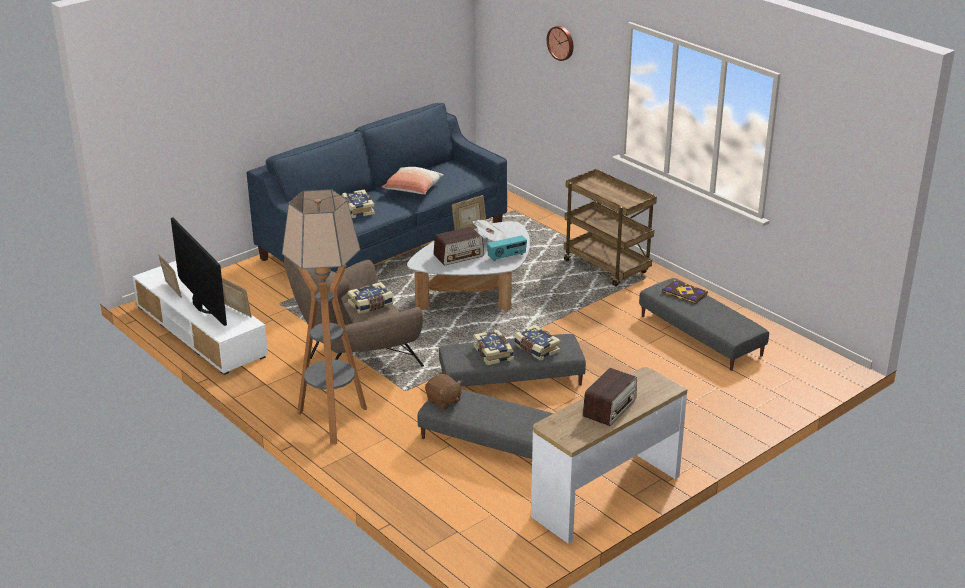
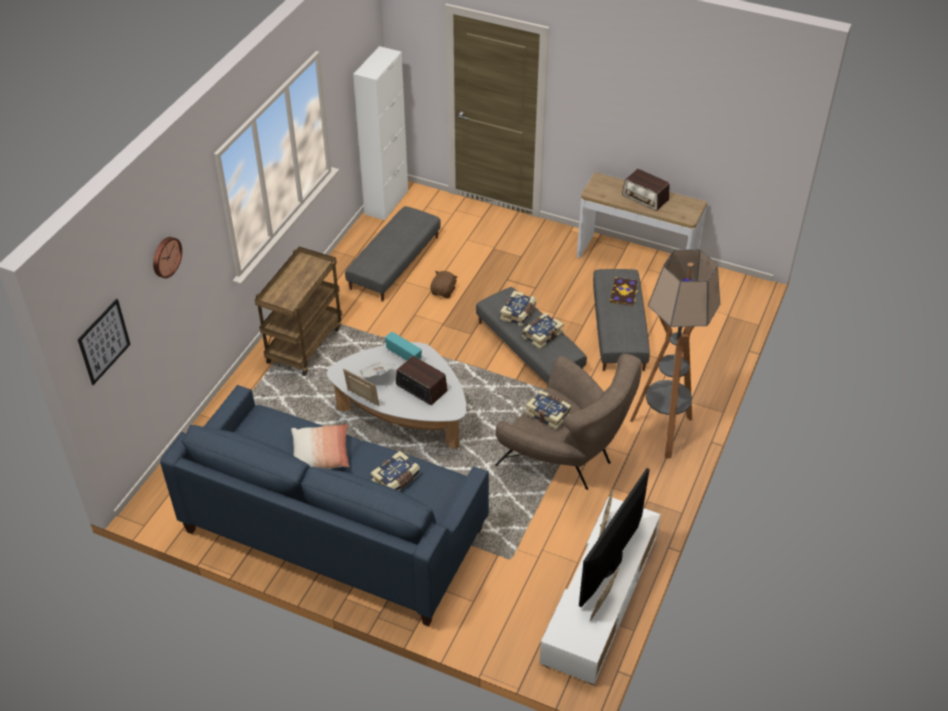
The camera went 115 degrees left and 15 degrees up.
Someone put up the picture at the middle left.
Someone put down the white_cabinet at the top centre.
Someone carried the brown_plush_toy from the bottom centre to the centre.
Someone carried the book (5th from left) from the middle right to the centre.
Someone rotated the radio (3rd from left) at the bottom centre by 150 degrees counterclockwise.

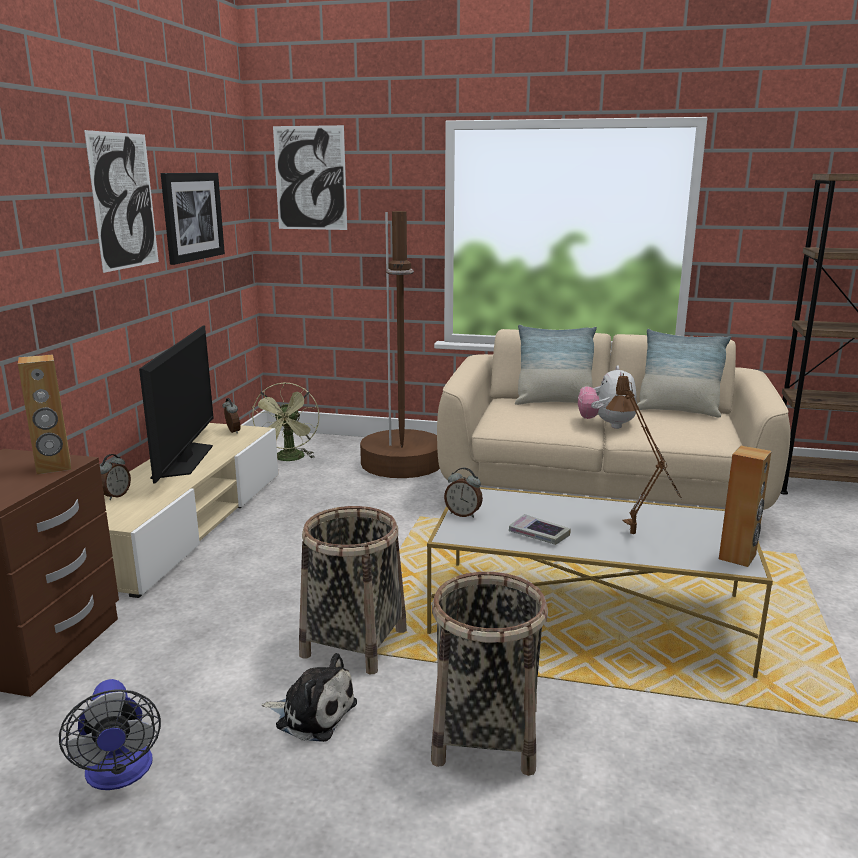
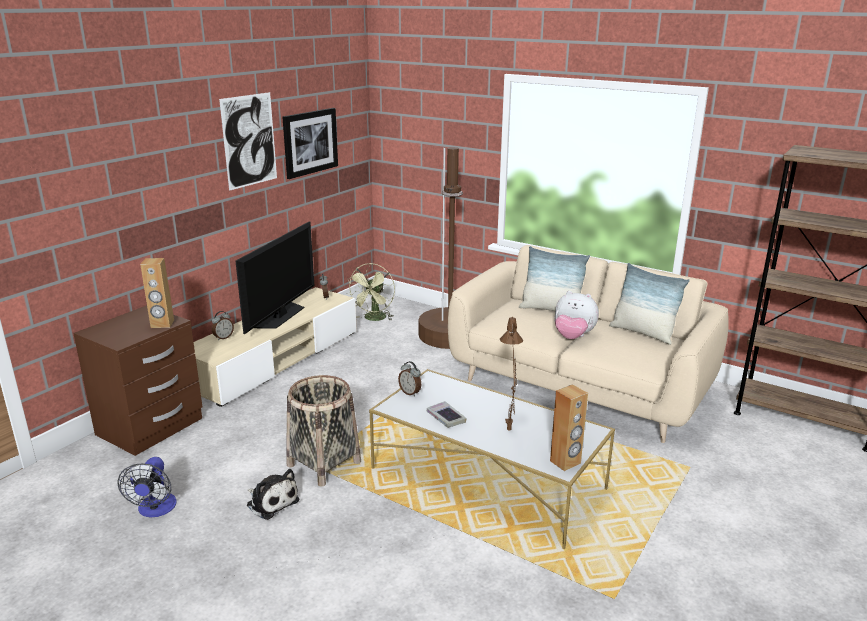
The camera went 20 degrees right and 5 degrees up.
Someone took away the picture (3rd from left) at the top centre.
Someone took away the basket (2nd from left) at the bottom centre.
Someone rotated the plush_toy (2nd from left) at the middle right by 90 degrees counterclockwise.

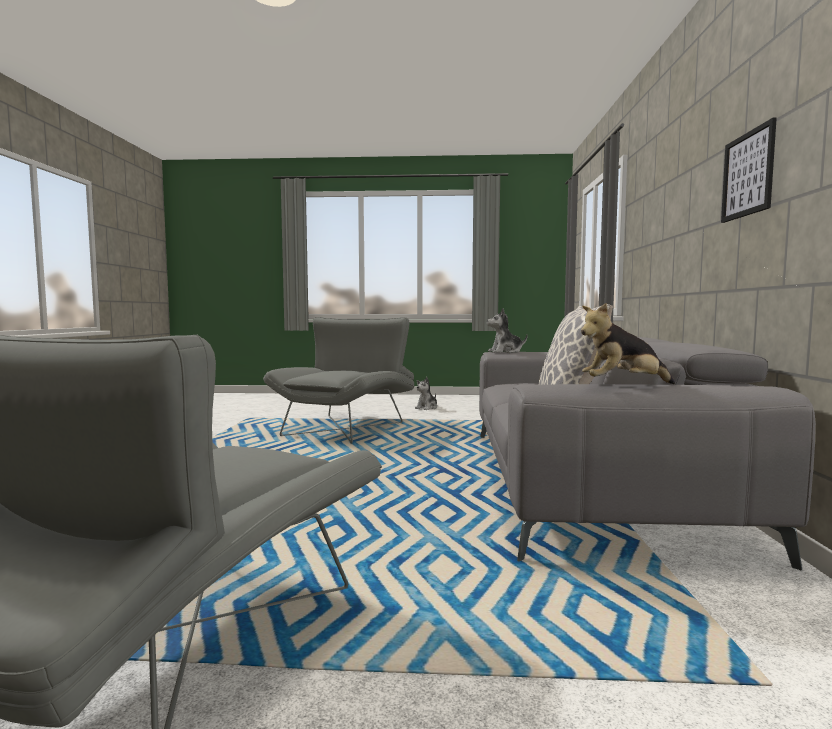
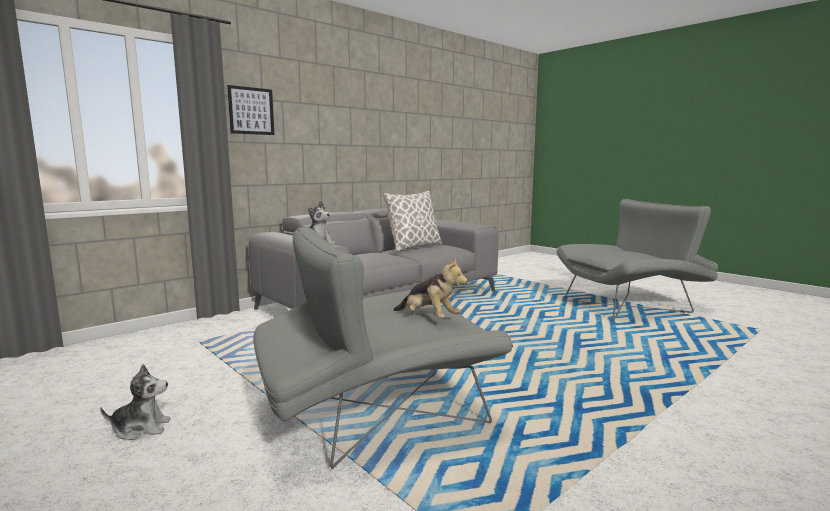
The camera went 135 degrees left and 5 degrees up.
Someone carried the plush_toy (3rd from left) from the middle right to the centre.
Someone carried the picture from the top right to the top left.

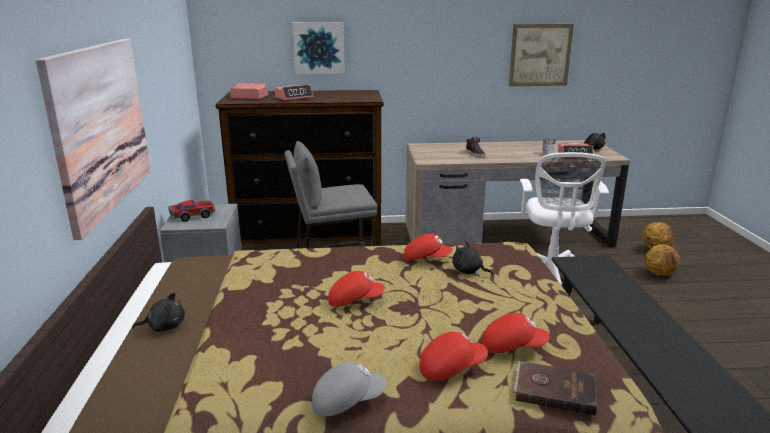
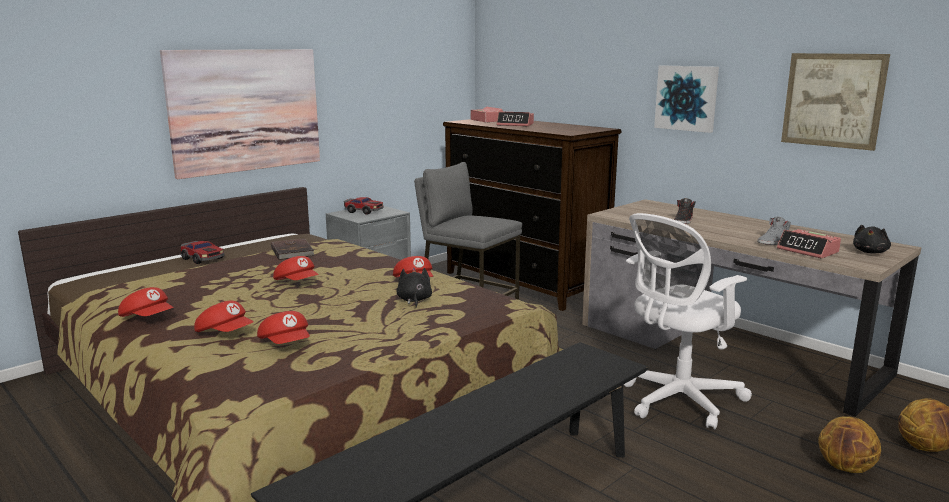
The camera went 50 degrees right and 5 degrees down.
Someone carried the picture (2nd from left) from the top centre to the top right.
Someone carried the brown_book from the bottom right to the middle left.
Someone swapped the black_plush_toy (1st from left) at the bottom left for the toy_car (1st from left) at the middle left.
Someone repainted the grey_cap at the bottom centre, which became the red_cap (1st from left) at the middle left.

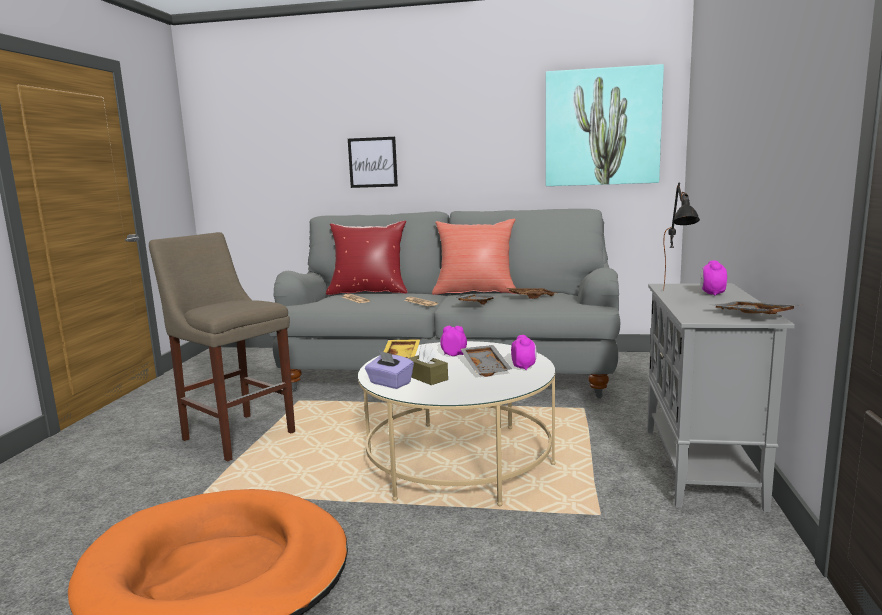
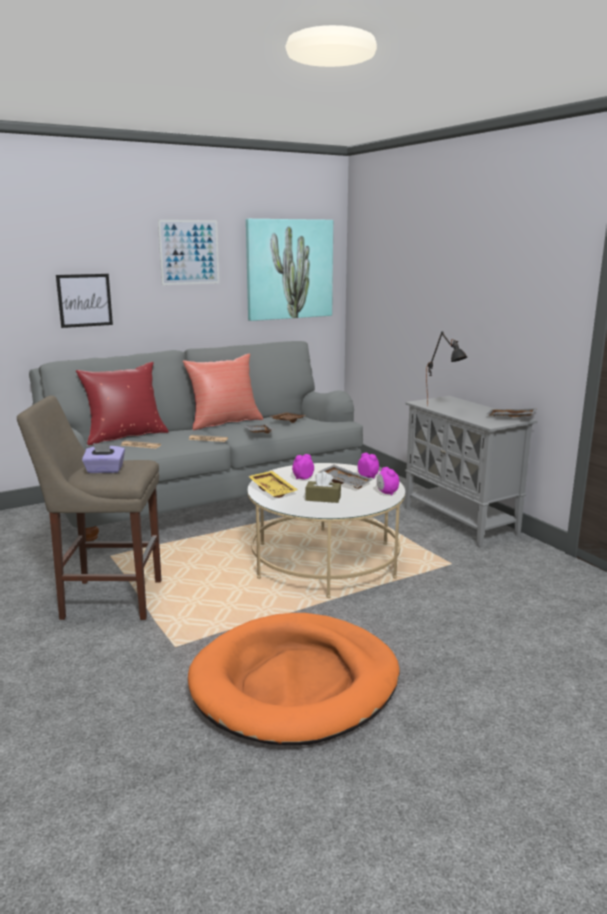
The camera went 40 degrees left and 5 degrees up.
Someone put up the picture (2nd from left) at the top left.
Someone carried the purple_tissue_box from the centre to the middle left.
Someone carried the alarm_clock (3rd from left) from the middle right to the centre.

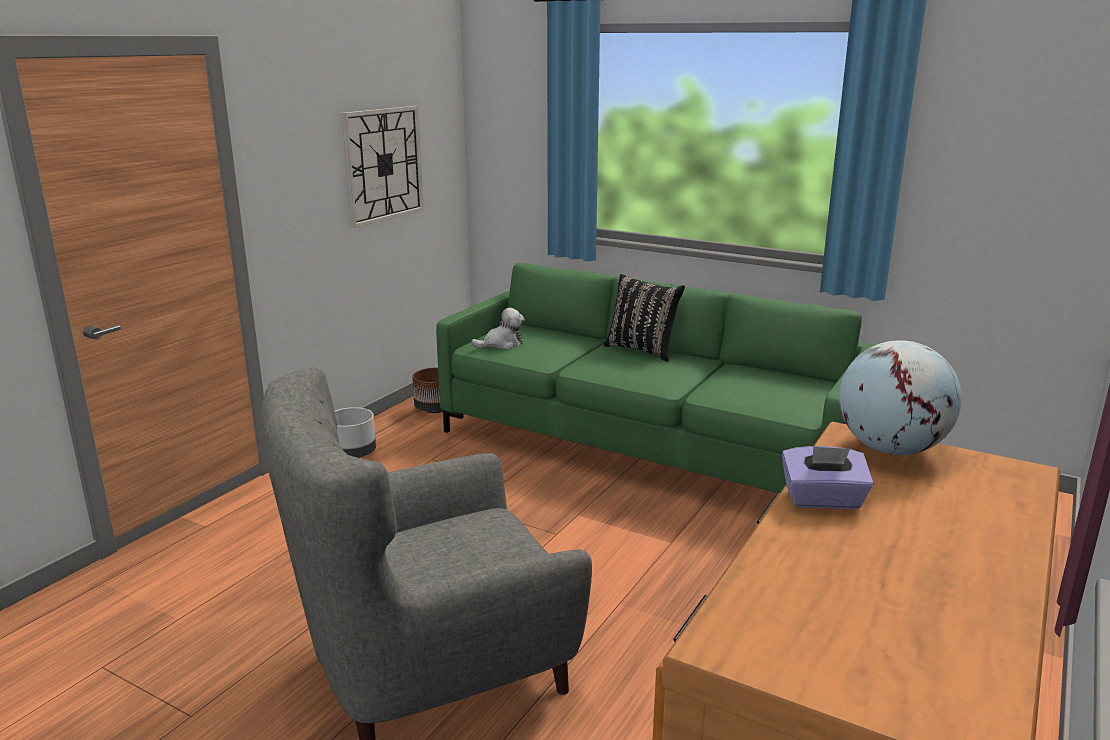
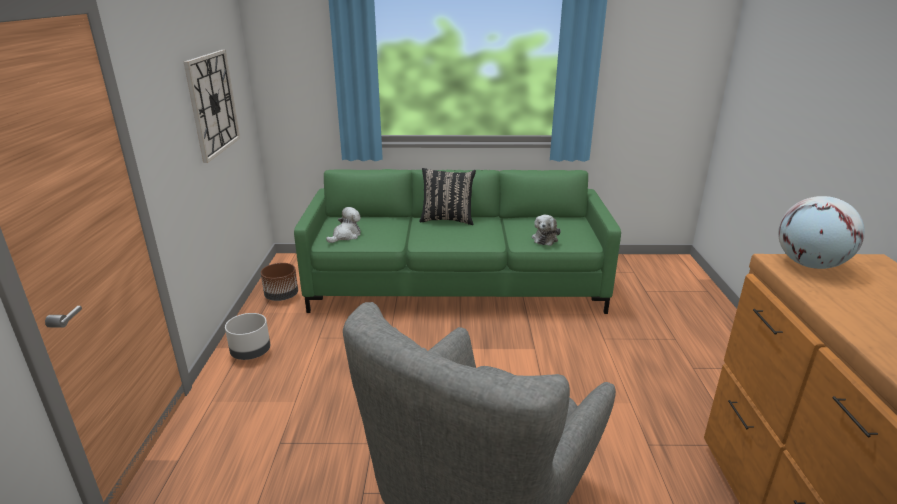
The camera went 30 degrees left and 5 degrees up.
Someone took away the purple_tissue_box at the middle right.
Someone put down the plush_toy (2nd from left) at the centre.

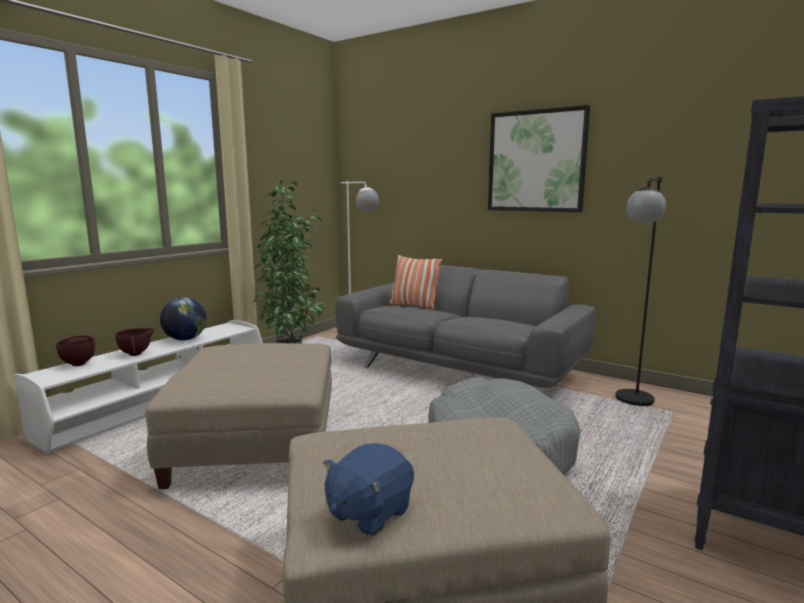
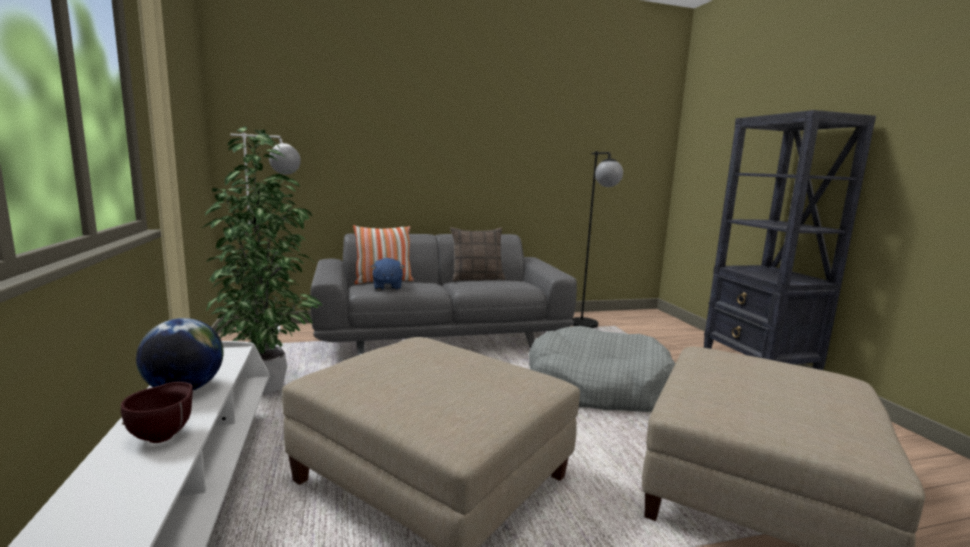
The camera went 50 degrees left and 0 degrees up.
Someone took away the brown_bowl (1st from left) at the middle left.
Someone took away the picture at the top right.
Someone put down the pillow (2nd from left) at the centre.
Someone carried the blue_plush_toy from the bottom centre to the centre.

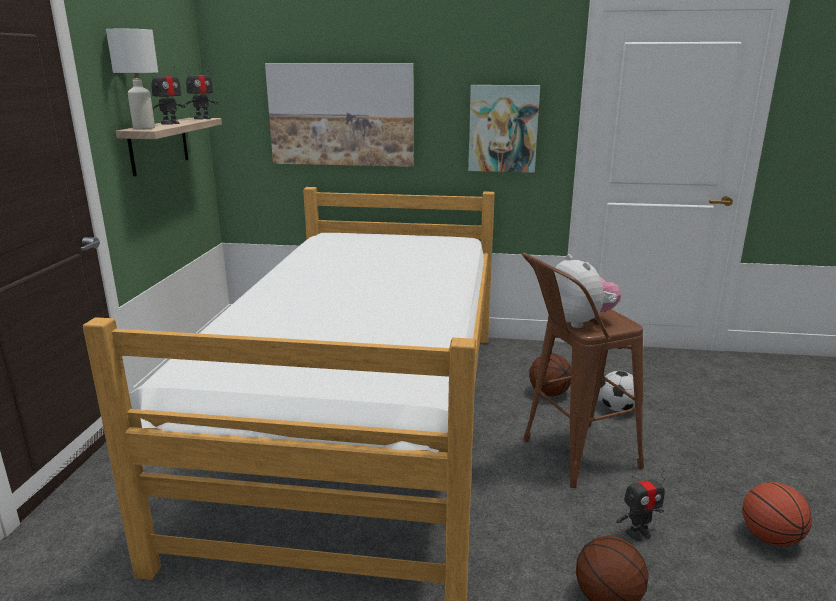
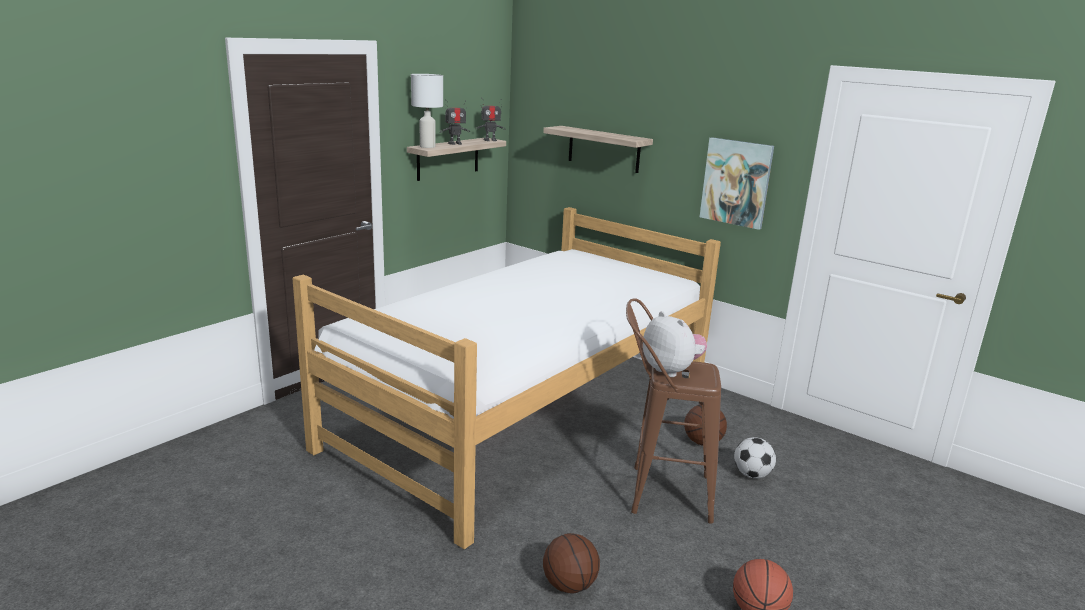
The camera went 30 degrees right and 0 degrees up.
Someone took away the toy_robot (3rd from left) at the bottom right.
Someone swapped the picture (1st from left) at the top centre for the shelf (2nd from left) at the top centre.
Someone rotated the plush_toy at the middle right by 45 degrees counterclockwise.

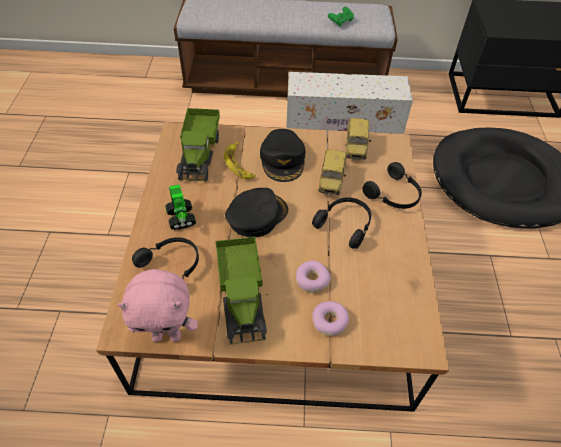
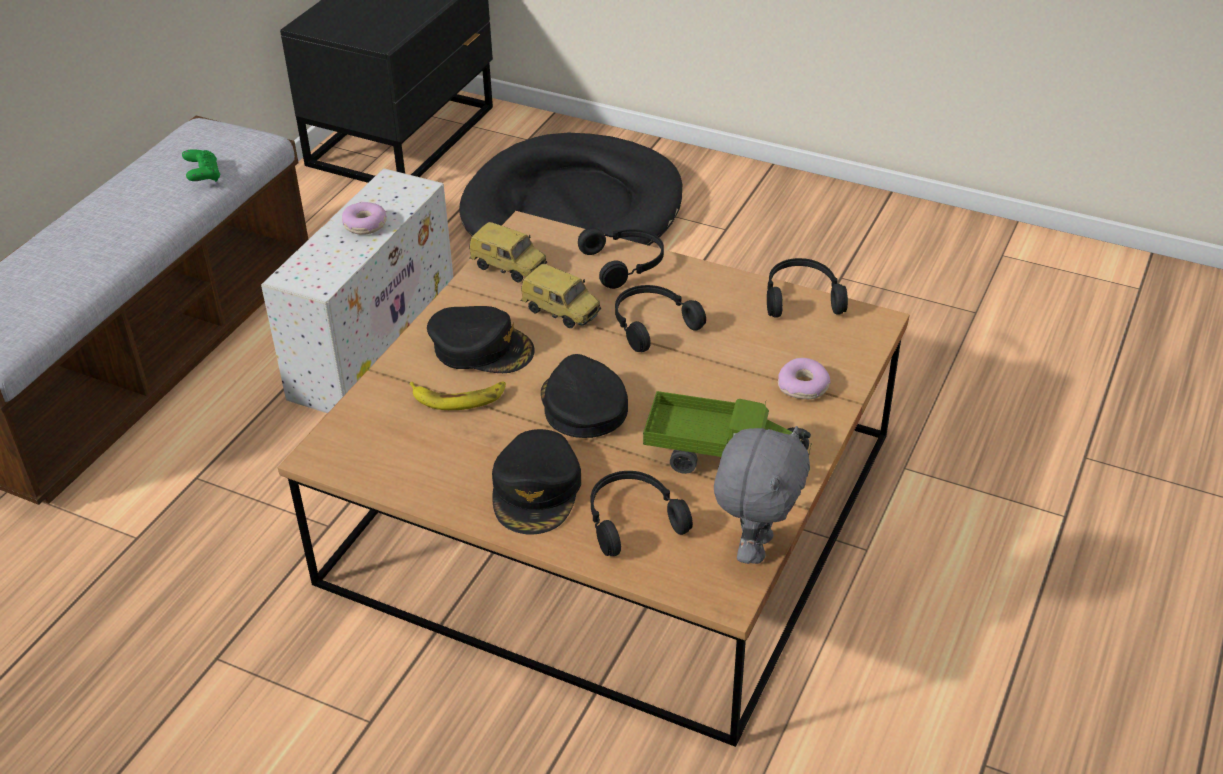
The camera went 65 degrees left and 10 degrees down.
Someone took away the toy_truck (1st from left) at the top centre.
Someone put down the black_headphones (4th from left) at the centre.
Someone carried the donut (1st from left) from the centre to the top left.
Someone swapped the toy_robot at the middle left for the black_cap (2nd from left) at the centre.
Someone repainted the pink_plush_toy at the bottom left, which became the grey_plush_toy at the centre.

